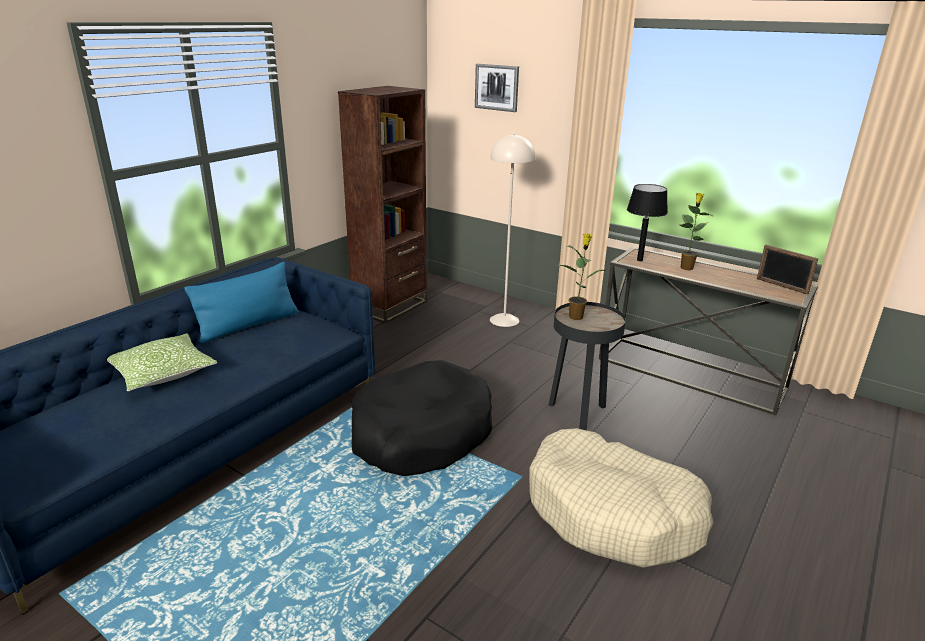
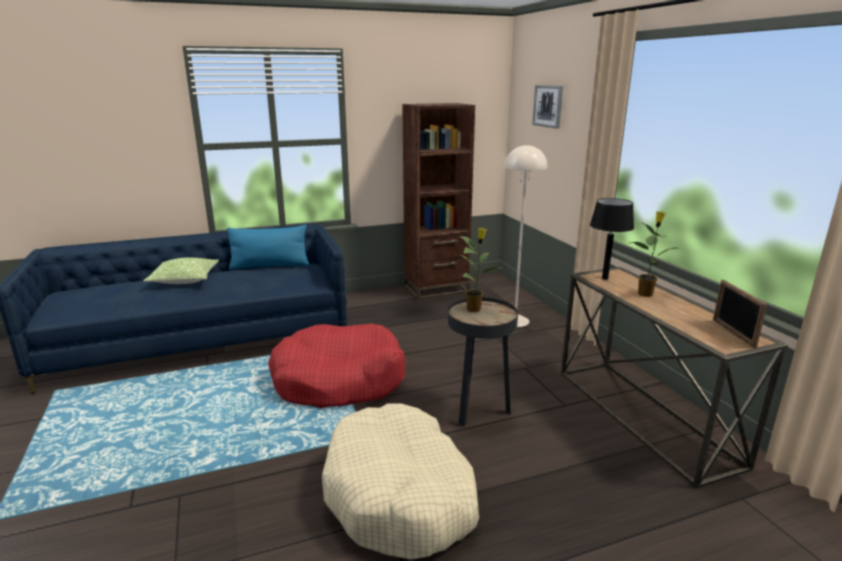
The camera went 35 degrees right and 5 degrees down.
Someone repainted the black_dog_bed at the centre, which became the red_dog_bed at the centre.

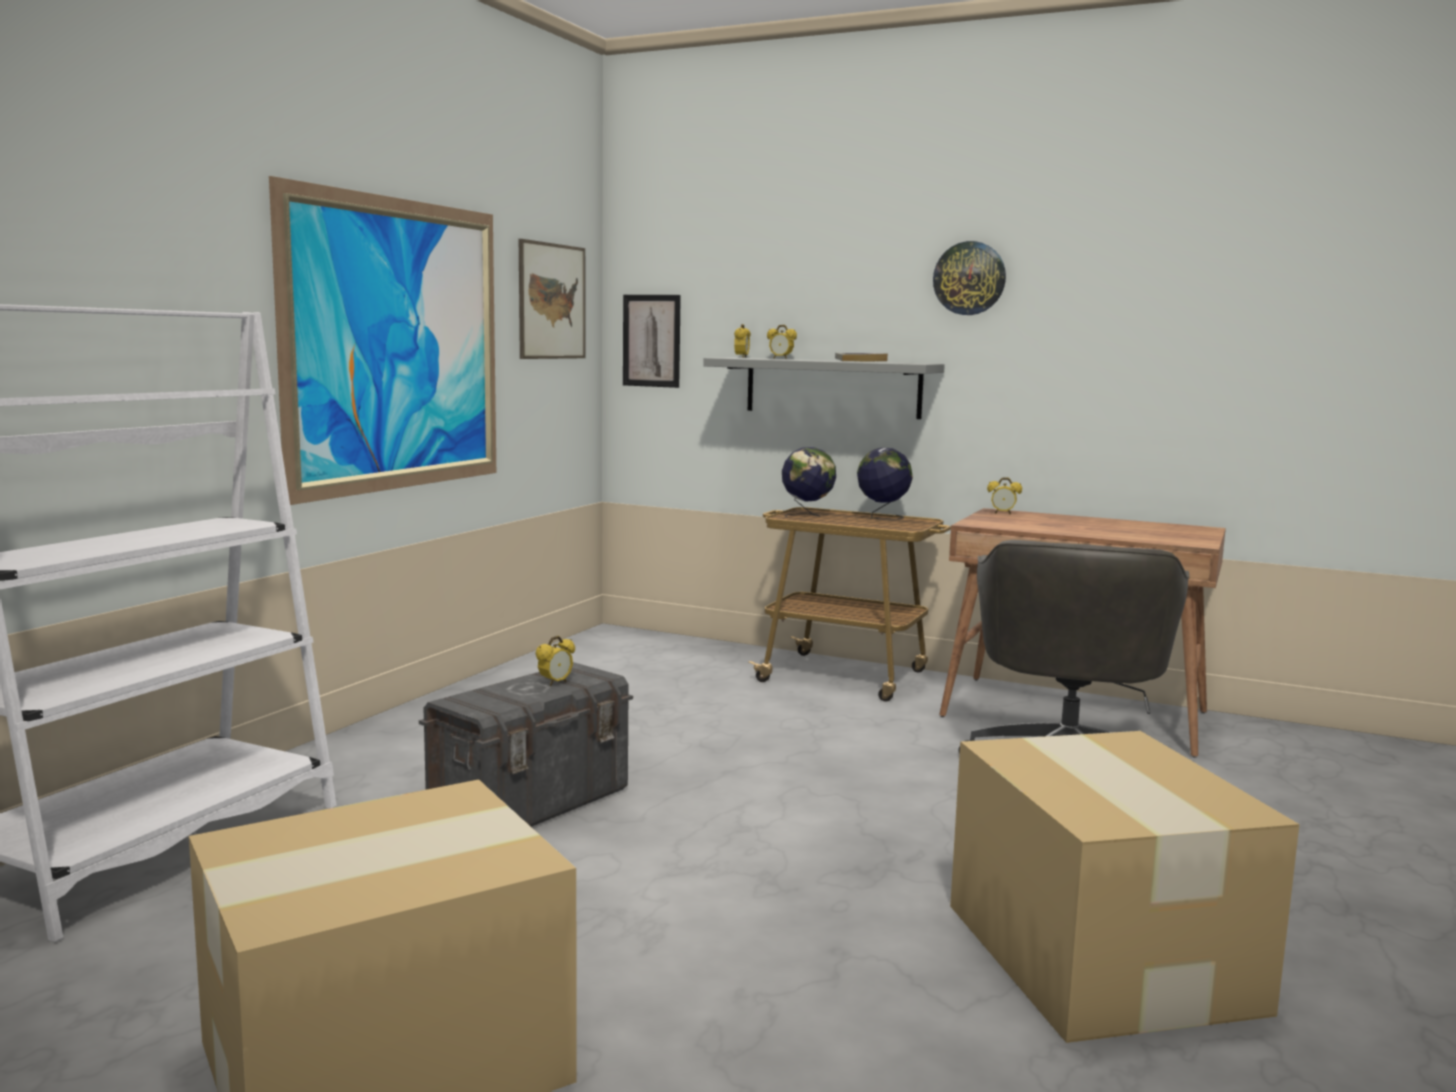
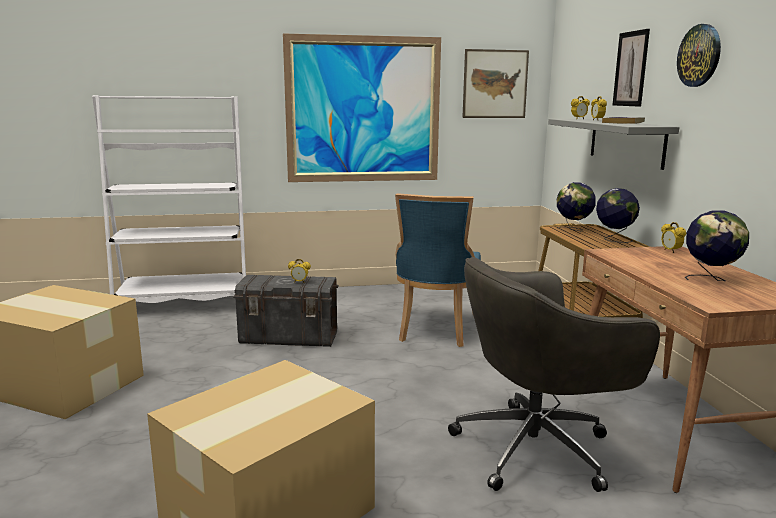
The camera went 55 degrees right and 5 degrees up.
Someone put down the blue_chair at the centre.
Someone put down the globe (3rd from left) at the middle right.
Someone carried the picture (3rd from left) from the top centre to the top right.

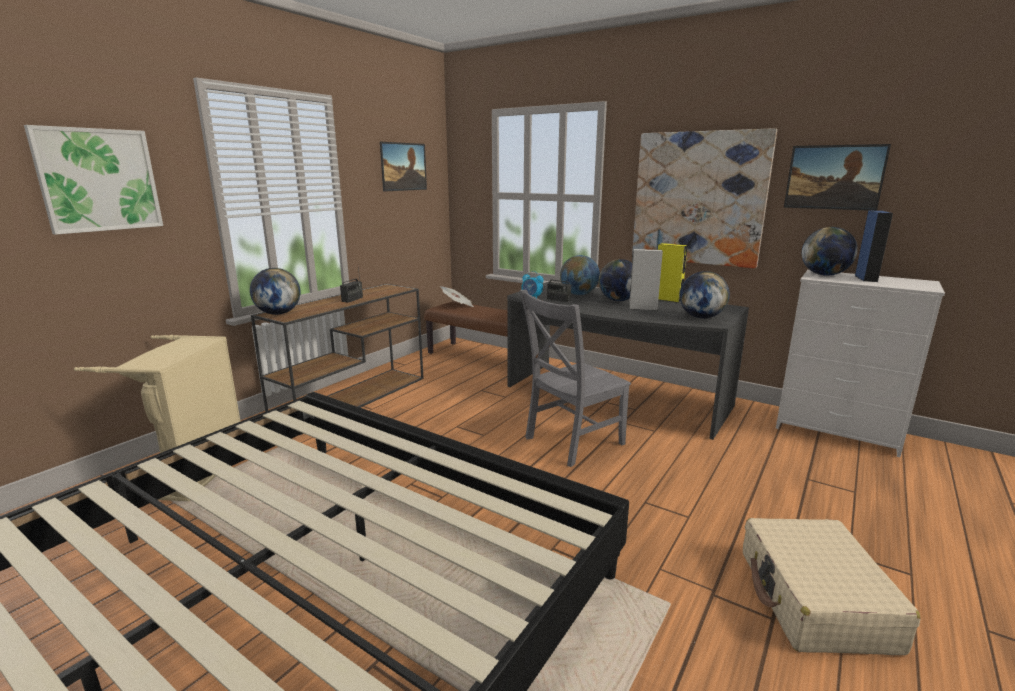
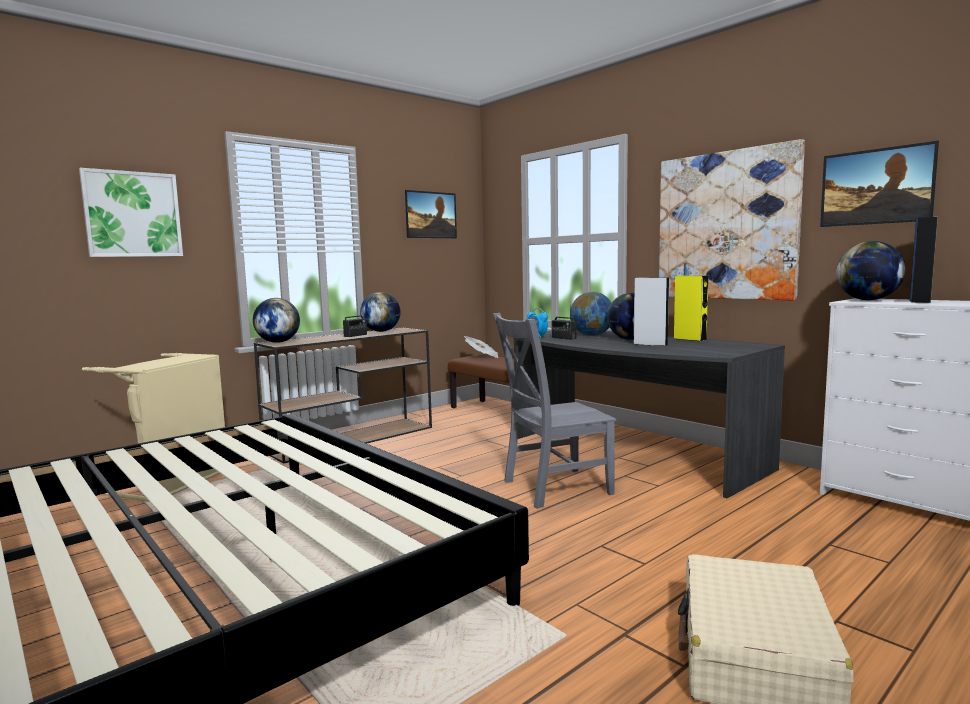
The camera went 15 degrees right and 10 degrees down.
Someone carried the globe (4th from left in the first image) from the middle right to the centre.

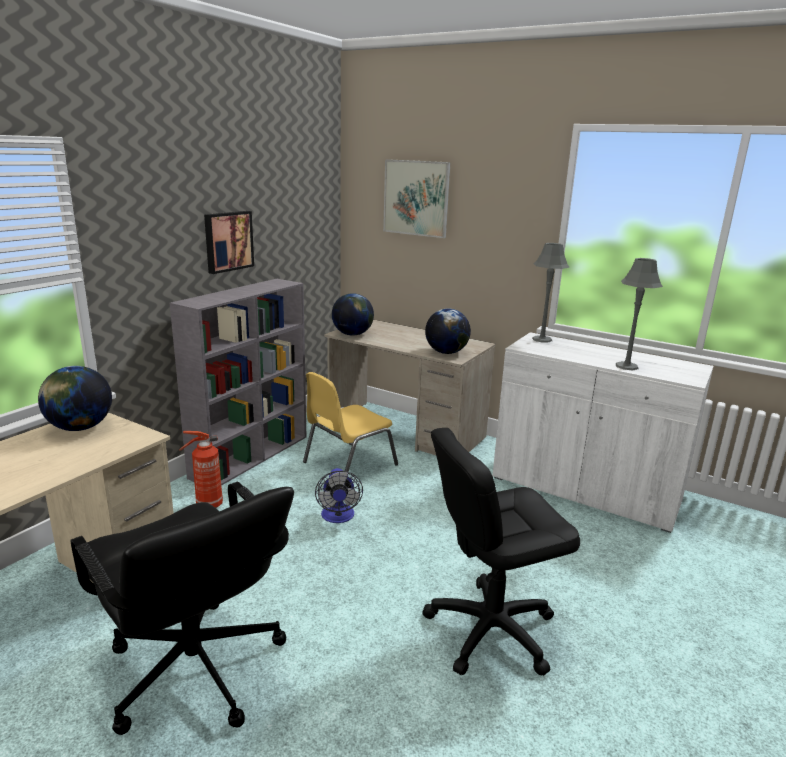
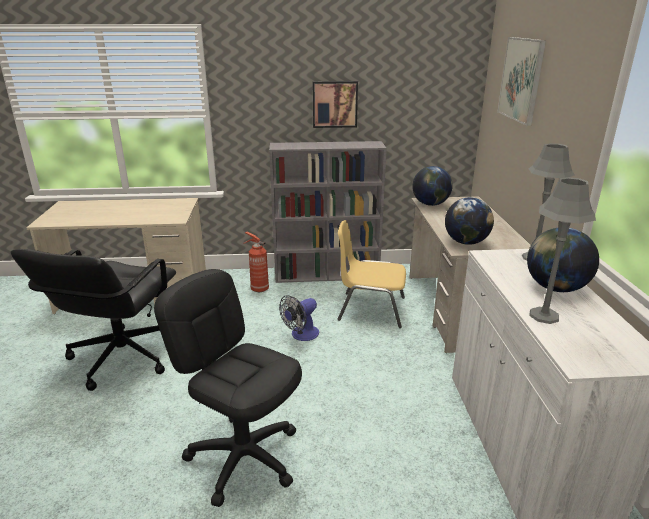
The camera went 55 degrees right and 5 degrees up.
Someone carried the globe (1st from left in the first image) from the middle left to the middle right.

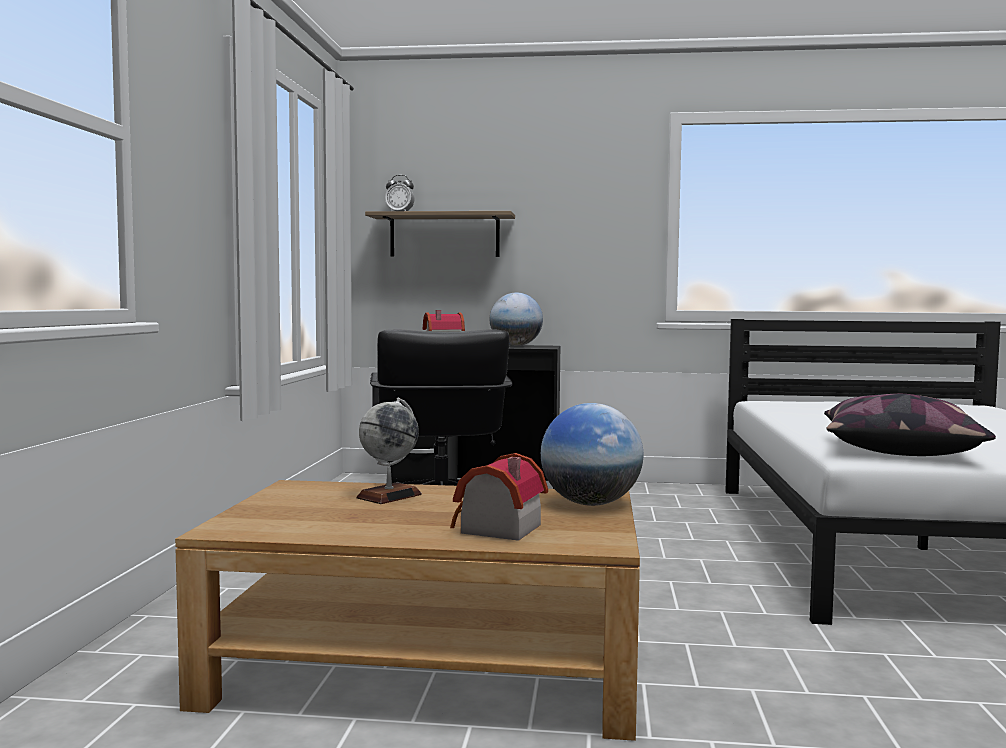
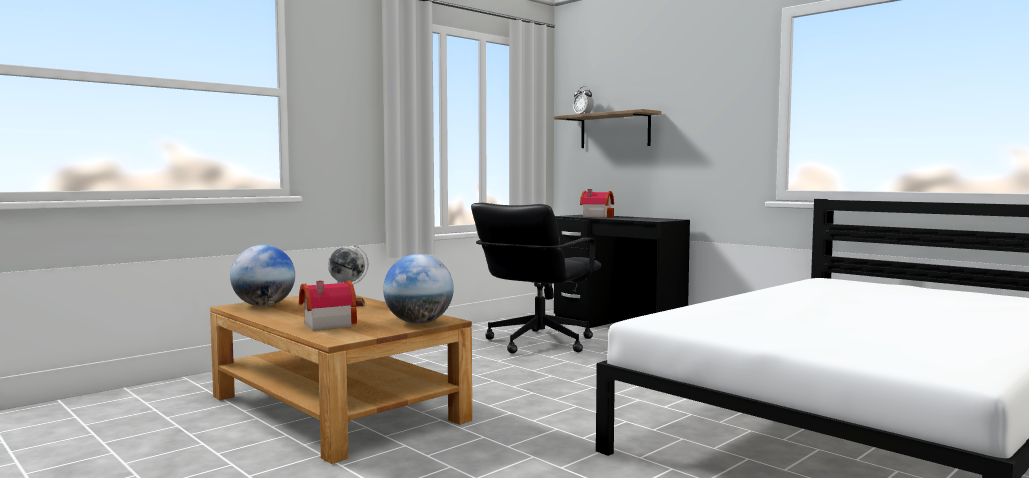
The camera went 40 degrees right and 0 degrees up.
Someone took away the pillow at the middle right.
Someone carried the globe (2nd from left in the first image) from the centre to the middle left.

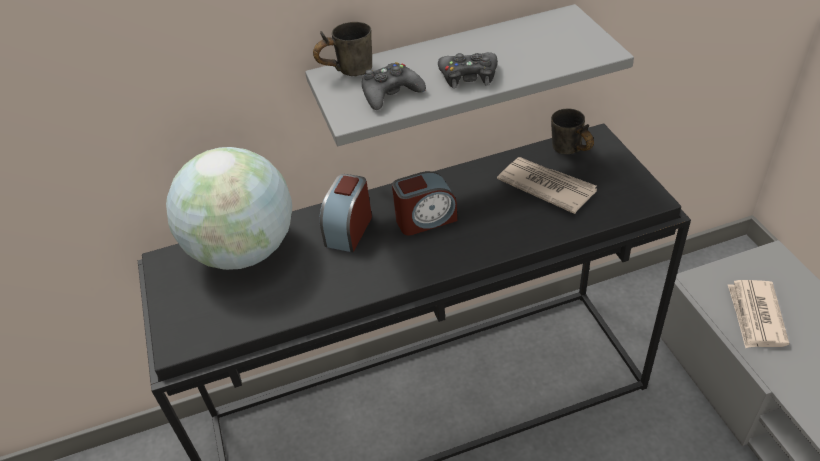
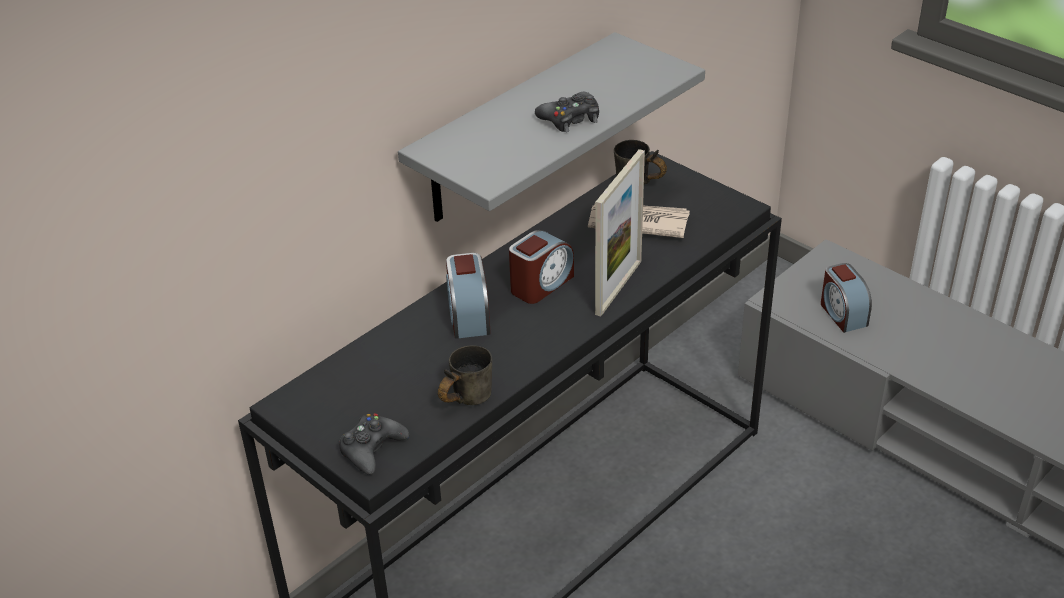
The camera went 30 degrees left and 5 degrees down.
Someone took away the globe at the middle left.
Someone put down the picture_frame at the centre.
Someone carried the grey_mug (1st from left) from the top centre to the centre.
Someone carried the black_game_controller (1st from left) from the top centre to the bottom centre.
Someone swapped the newspaper (2nd from left) at the bottom right for the alarm_clock (3rd from left) at the middle right.

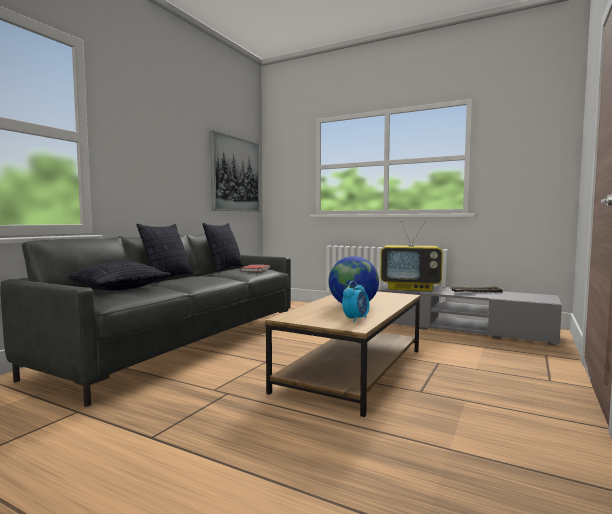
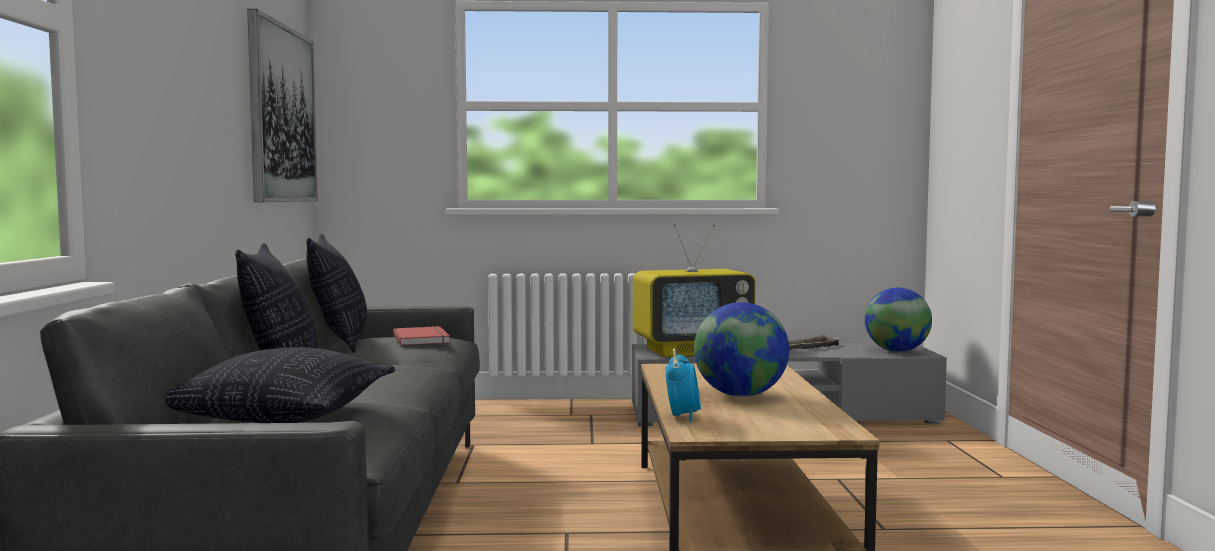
The camera went 30 degrees left and 0 degrees up.
Someone put down the globe (2nd from left) at the middle right.
Someone carried the alarm_clock from the centre to the bottom centre.

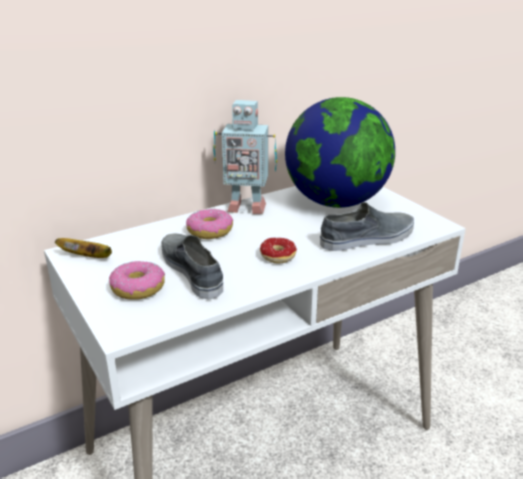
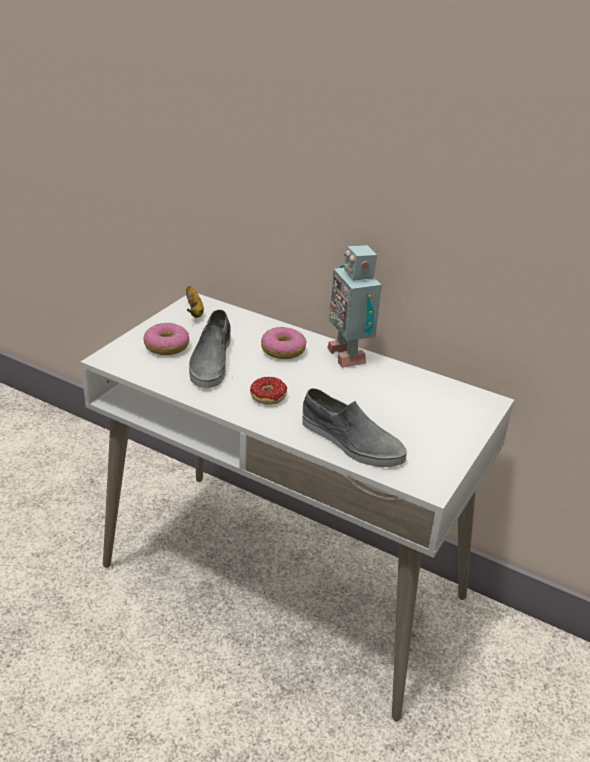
The camera went 60 degrees right and 5 degrees up.
Someone took away the globe at the top centre.
Someone rotated the grey_shoe (1st from left) at the centre by 150 degrees clockwise.

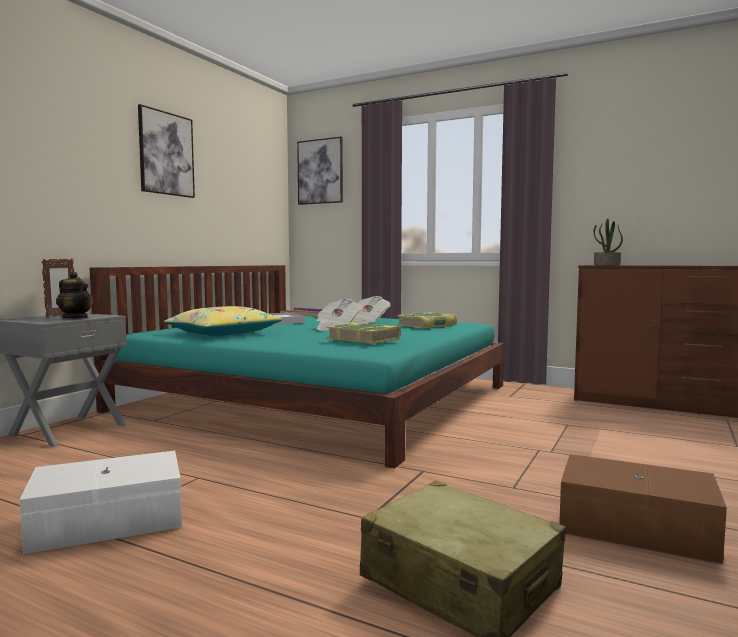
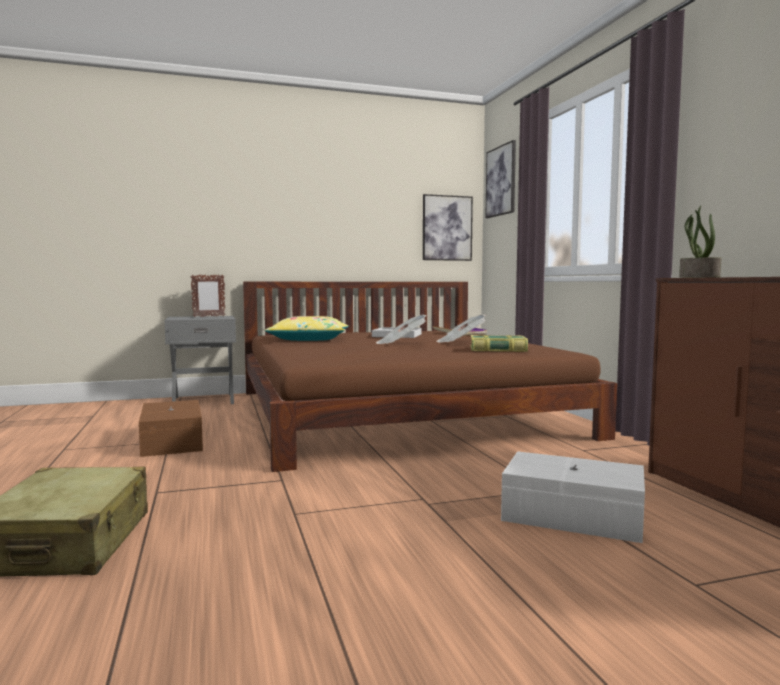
The camera went 45 degrees right and 0 degrees up.
Someone took away the teapot at the middle left.
Someone took away the book (1st from left) at the centre.
Someone carried the white_storage_box from the bottom left to the bottom right.
Someone carried the picture (1st from left) from the top left to the top centre.
Someone carried the brown_storage_box from the bottom right to the middle left.
Someone repainted the turquoise_bed at the centre, which became the brown_bed at the centre.

